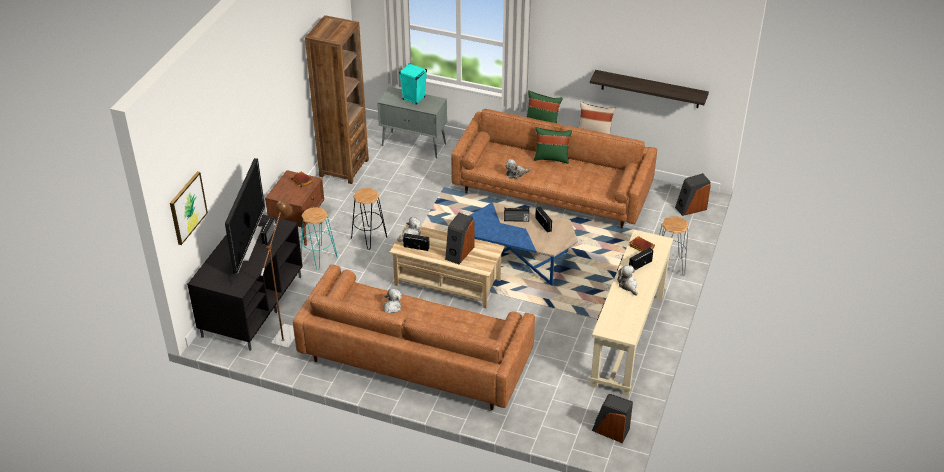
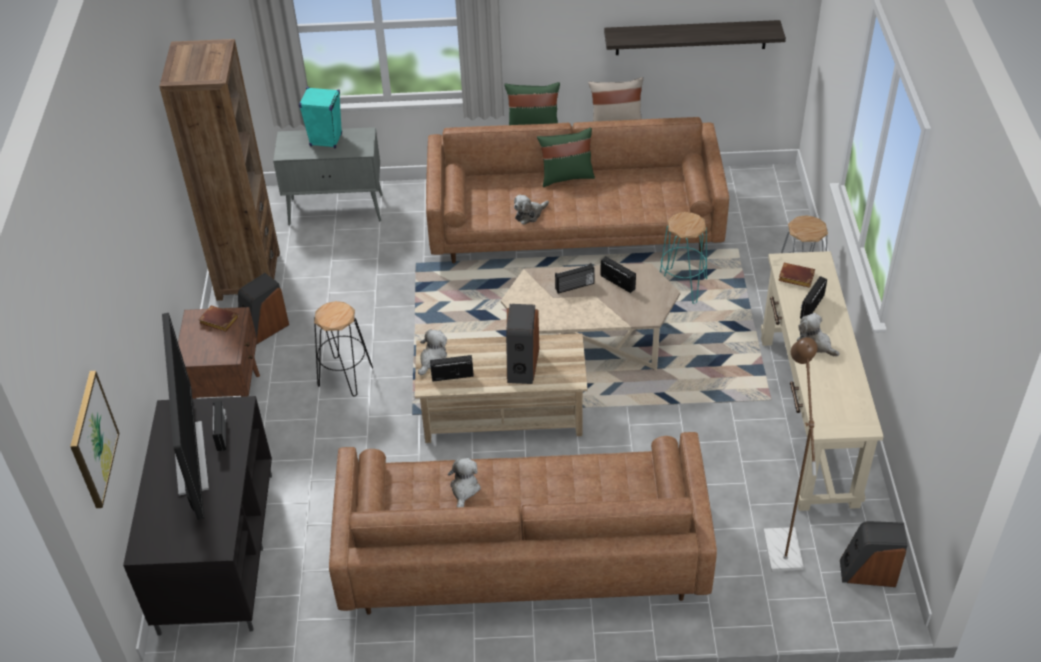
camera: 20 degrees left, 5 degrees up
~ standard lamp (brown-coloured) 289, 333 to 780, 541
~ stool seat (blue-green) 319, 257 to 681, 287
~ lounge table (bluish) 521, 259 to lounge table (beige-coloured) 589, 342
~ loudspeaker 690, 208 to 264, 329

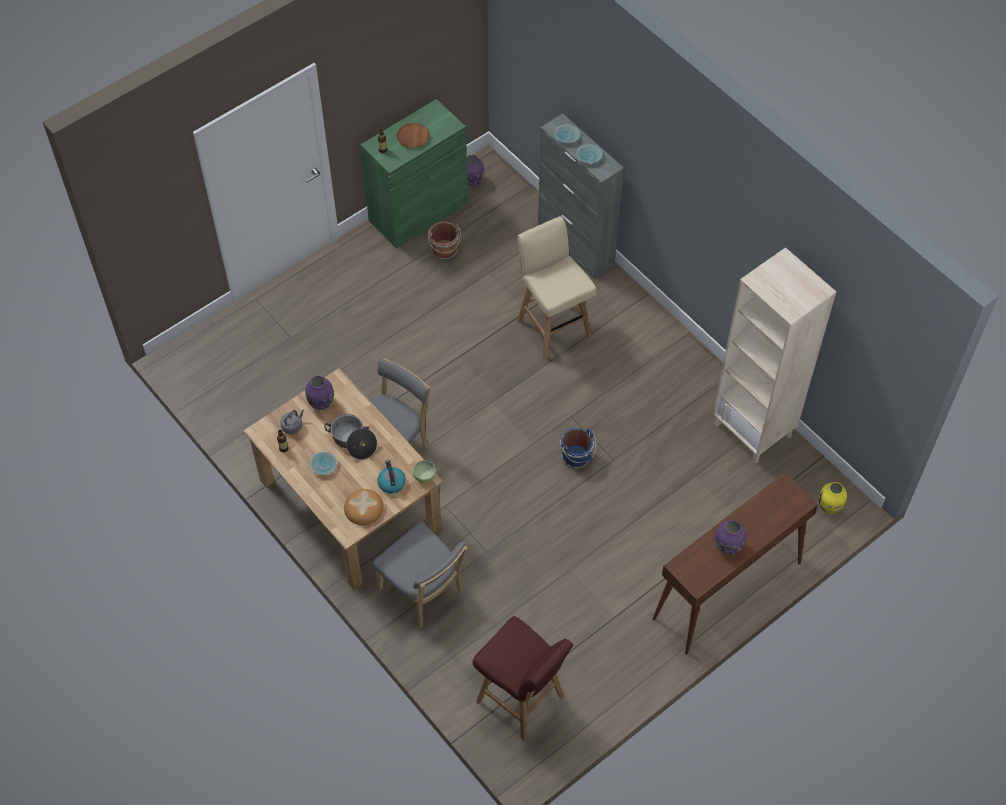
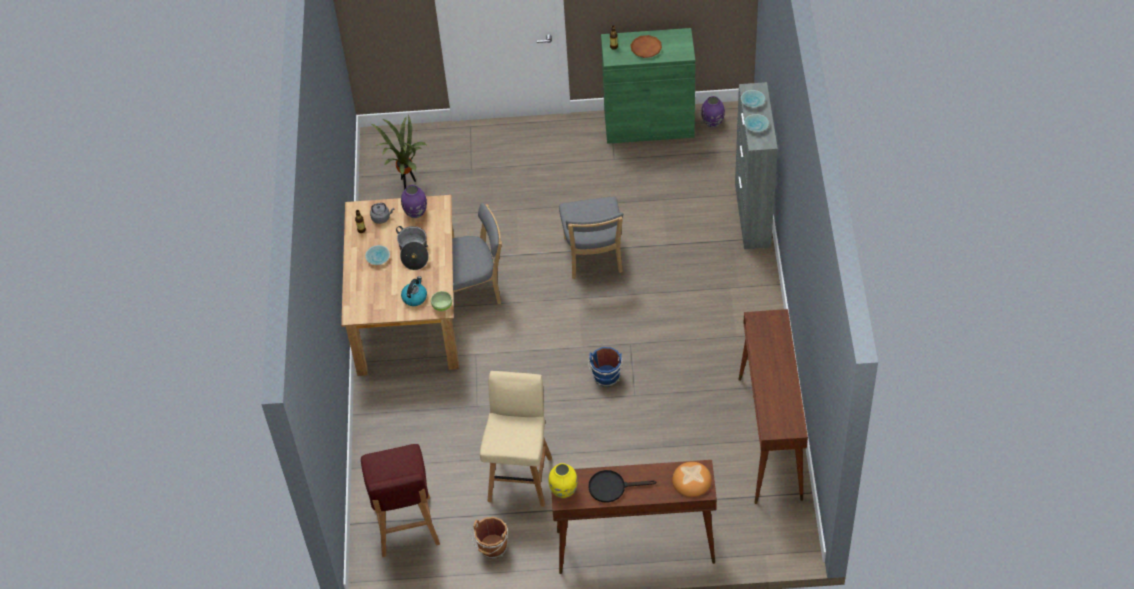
camera: 40 degrees right, 5 degrees down
~ bakery bread 363, 509 to 691, 481
~ upright chair (greyish) 423, 592 to 593, 258
~ water bucket (brown-coloured) 444, 251 to 492, 548
~ stool seat (beige-coloured) 553, 327 to 520, 477
~ bookshelf (beige-coloured) 753, 430 to console table (brown-coloured) 770, 438
~ vase (purplish) 727, 547 to skillet (black) 612, 487
~ vase (yellow-coloured) 829, 507 to 564, 491
+ plant in a pot 406, 183

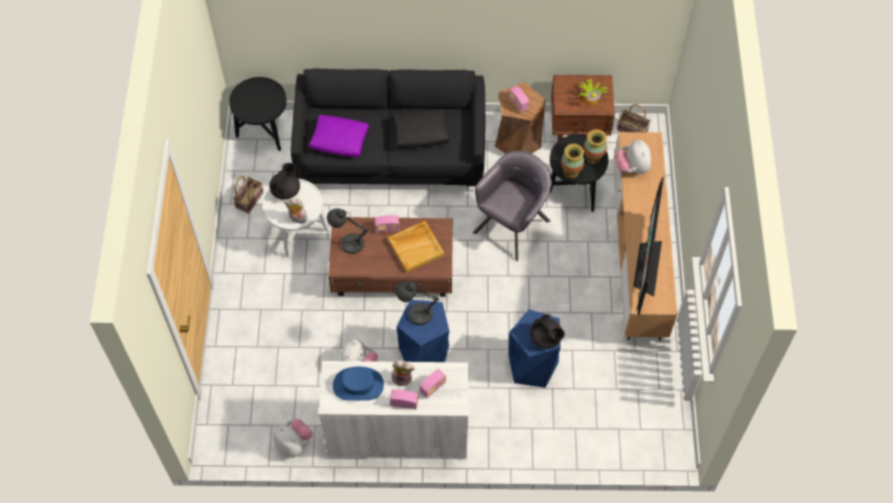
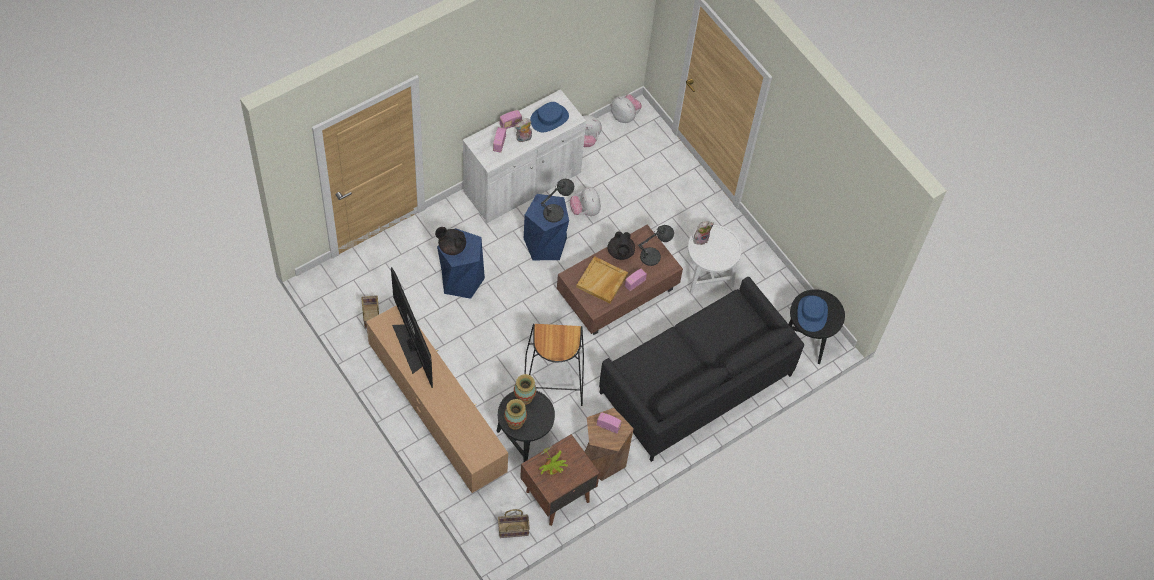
camera: 140 degrees right, 0 degrees up
~ household basket 249, 199 to 371, 316
~ pot for tea (black) 286, 190 to 620, 252
- pillow (purplish) 340, 141
- pillow (black) 421, 133
~ armchair (greyish) 512, 226 to stool seat (black) 552, 379
~ plush toy 632, 167 to 625, 116
+ wearable hat (bluish) 811, 313

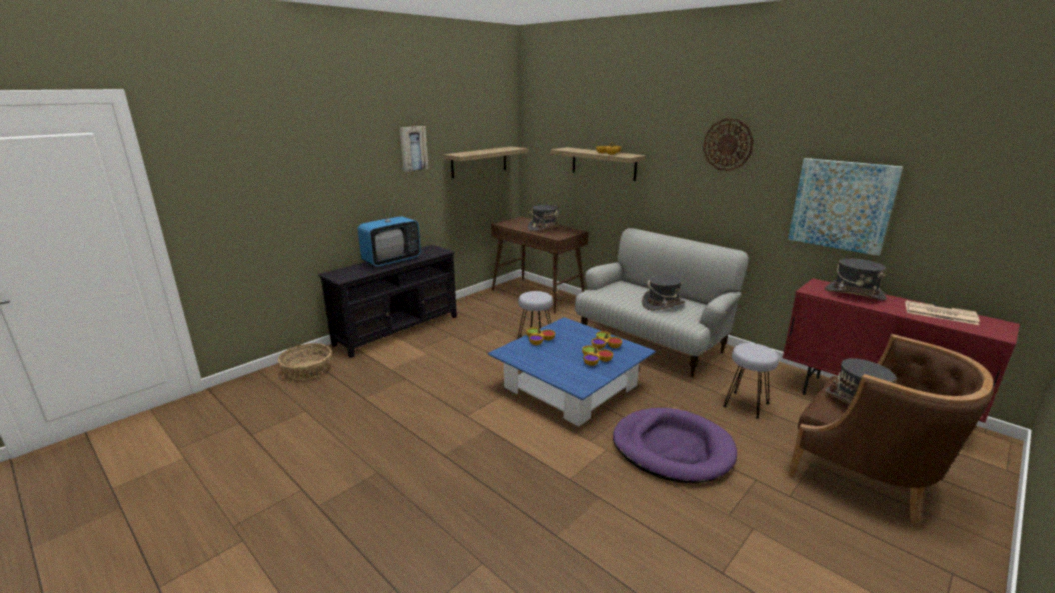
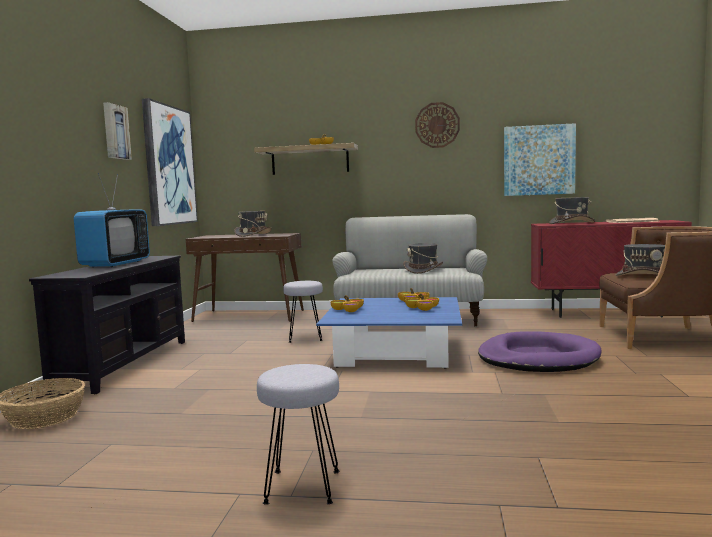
camera: 35 degrees left, 15 degrees down
~ wall shelf 479, 162 to wall picture 168, 165
~ stool seat (greyish) 746, 404 to 303, 486

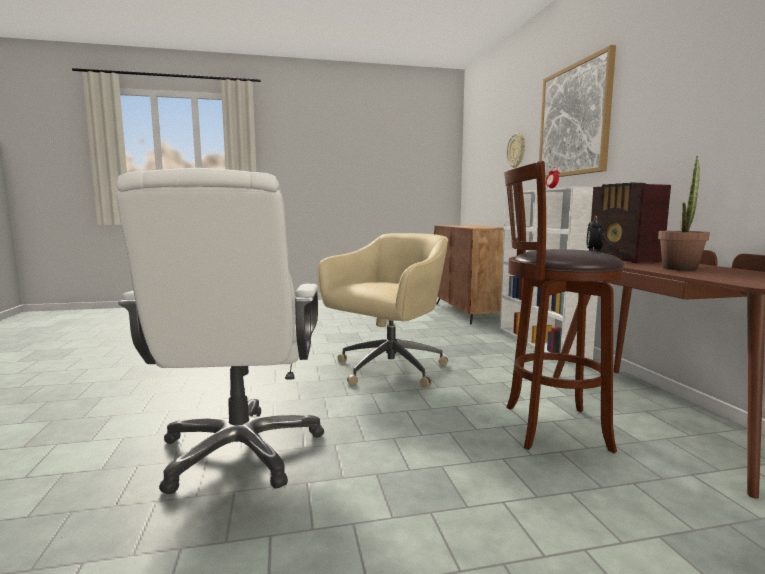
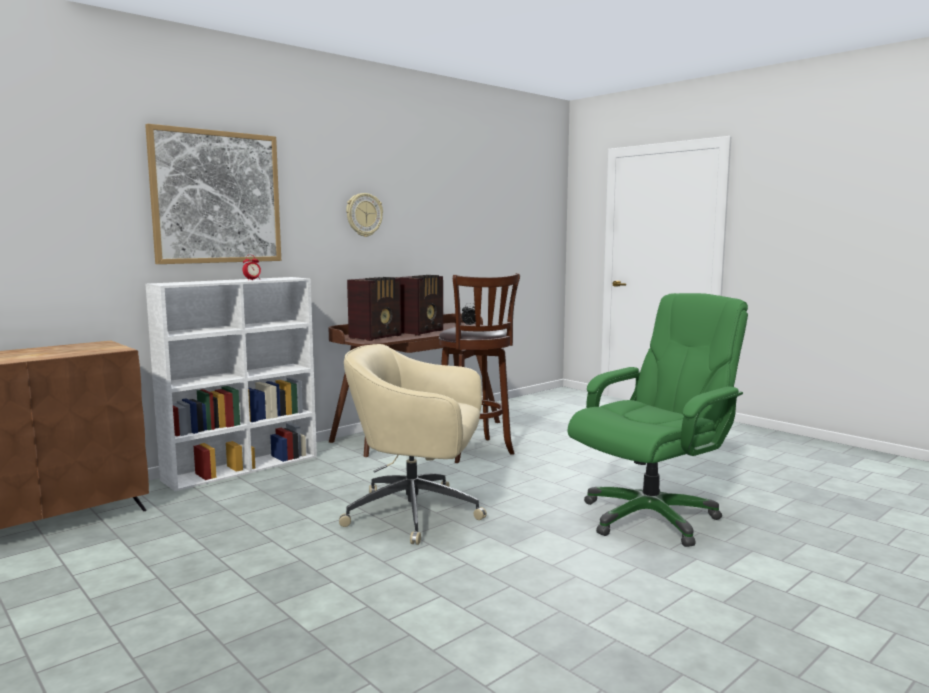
camera: 120 degrees left, 0 degrees up
~ computer chair (whitish) 240, 451 to computer chair (greenish) 650, 517
~ hanging clock 516, 150 to 364, 215
~ plant in a pot 680, 268 to radio set 421, 331

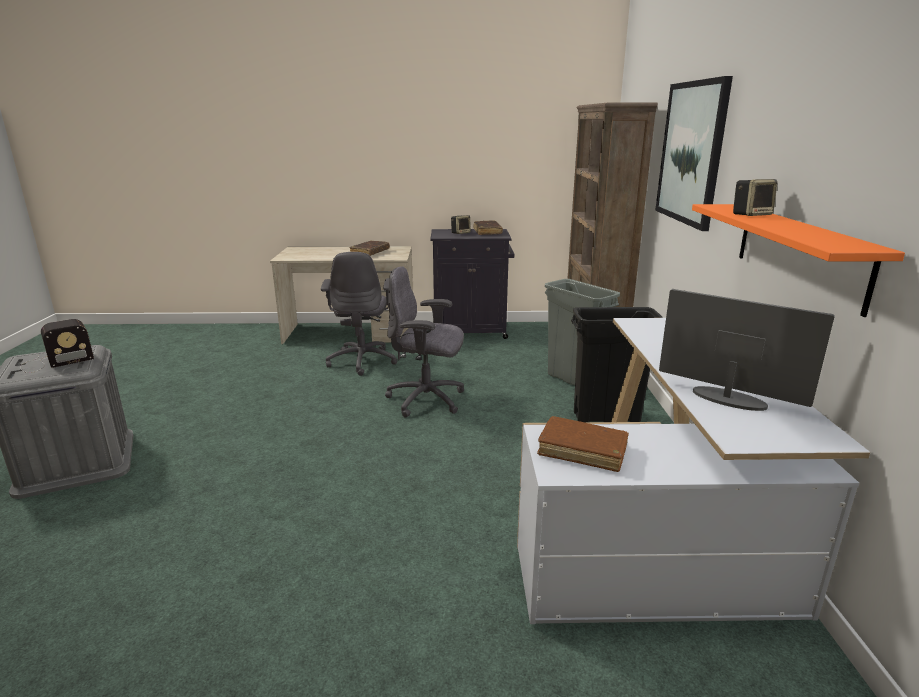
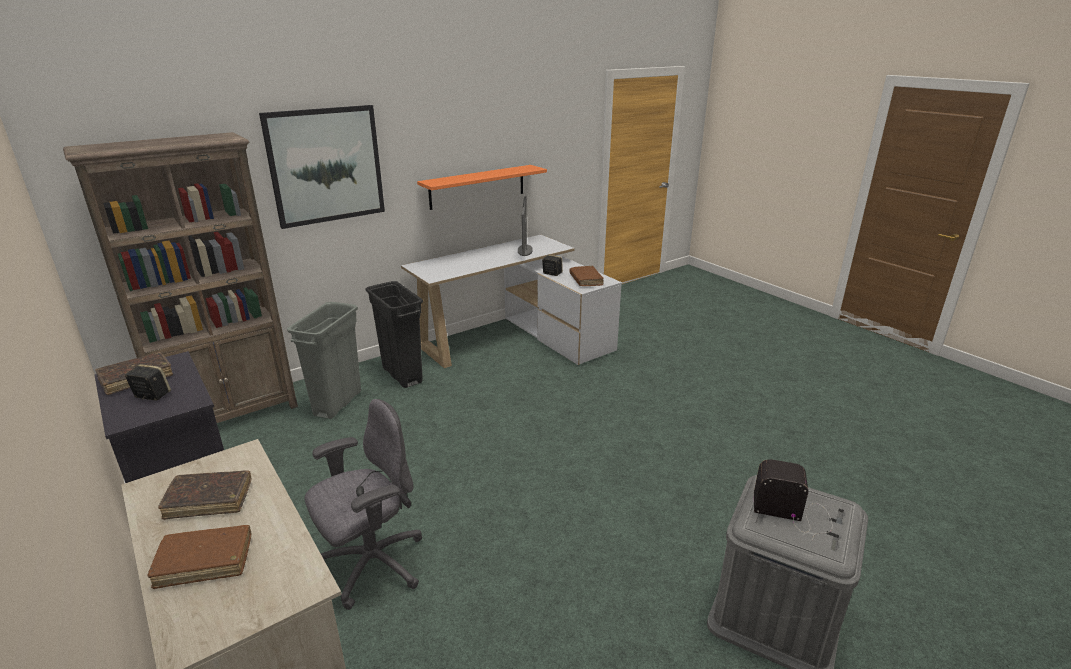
camera: 125 degrees left, 5 degrees up
- computer chair (greyish) 427, 400
~ loudspeaker 751, 215 to 551, 273
+ book (brown-coloured) 205, 562

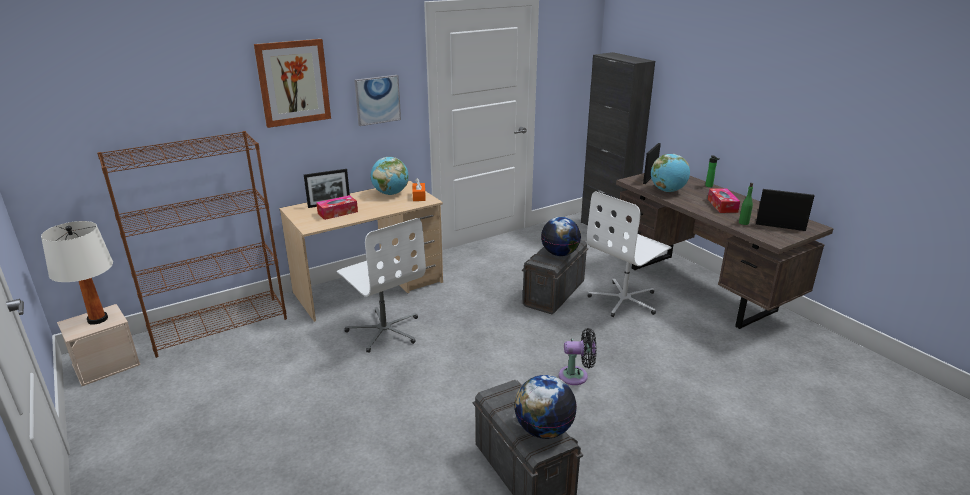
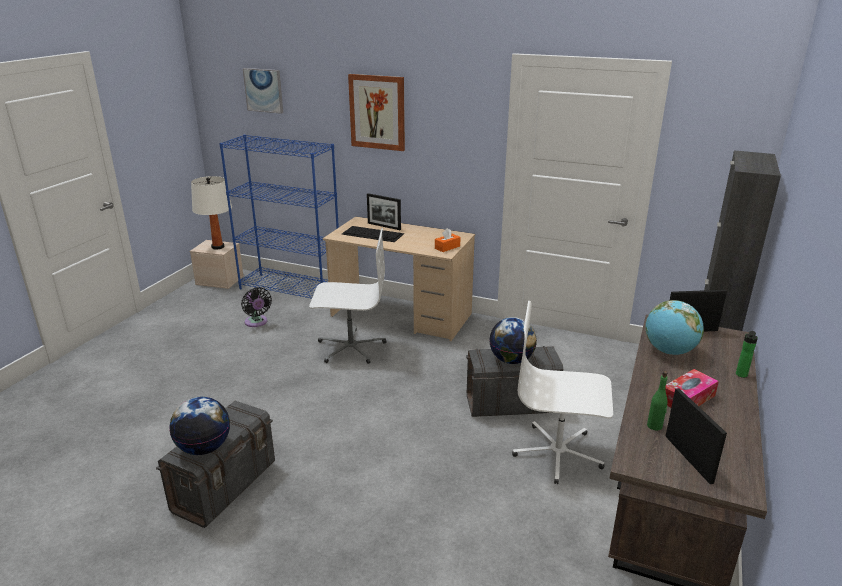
camera: 55 degrees right, 0 degrees up
~ bookshelf (brown-coloured) 220, 325 to bookshelf (bluish) 291, 289
~ tissue holder 337, 212 to keyboard 373, 234
~ computer chair (whitish) 384, 330 = 350, 347 105 degrees counterclockwise
~ wall picture 377, 100 to 263, 90
- world globe 390, 193
~ fan (black) 576, 376 to 257, 322

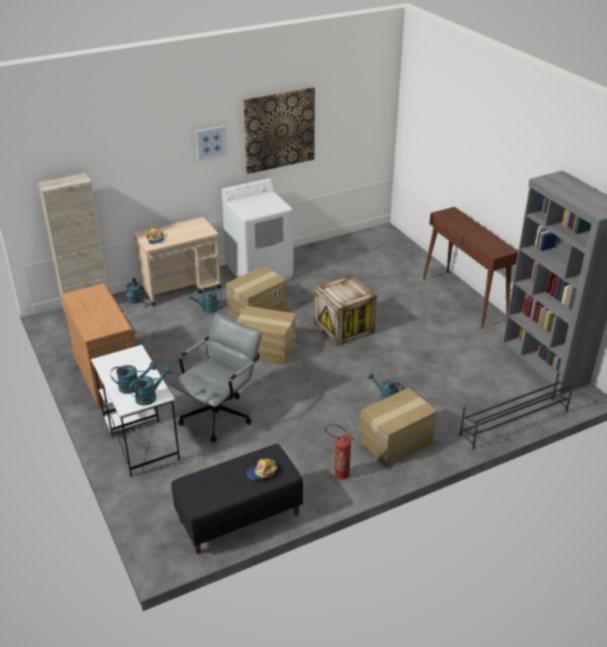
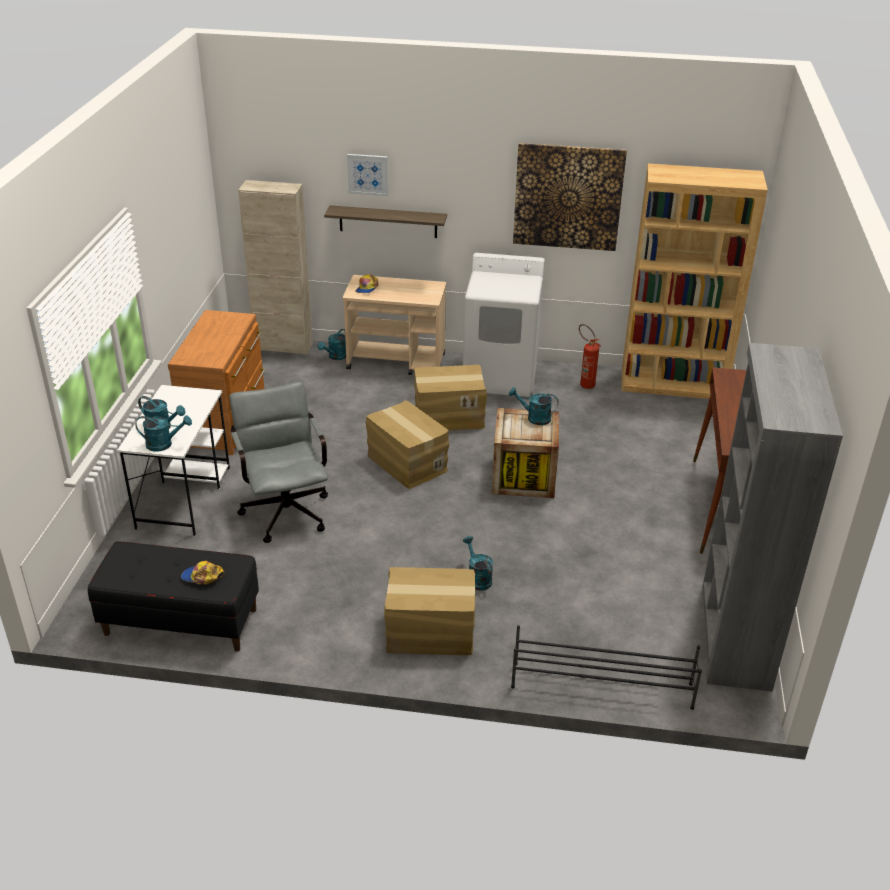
camera: 35 degrees right, 0 degrees up
~ computer chair (greyish) 220, 413 = 285, 508 90 degrees counterclockwise
~ watering pot (blue-green) 207, 309 to 534, 418
~ wall picture 211, 142 to 368, 174
~ fire extinguisher 338, 473 to 584, 383
+ wall shelf 388, 221
+ bookshelf (brown-coloured) 673, 384

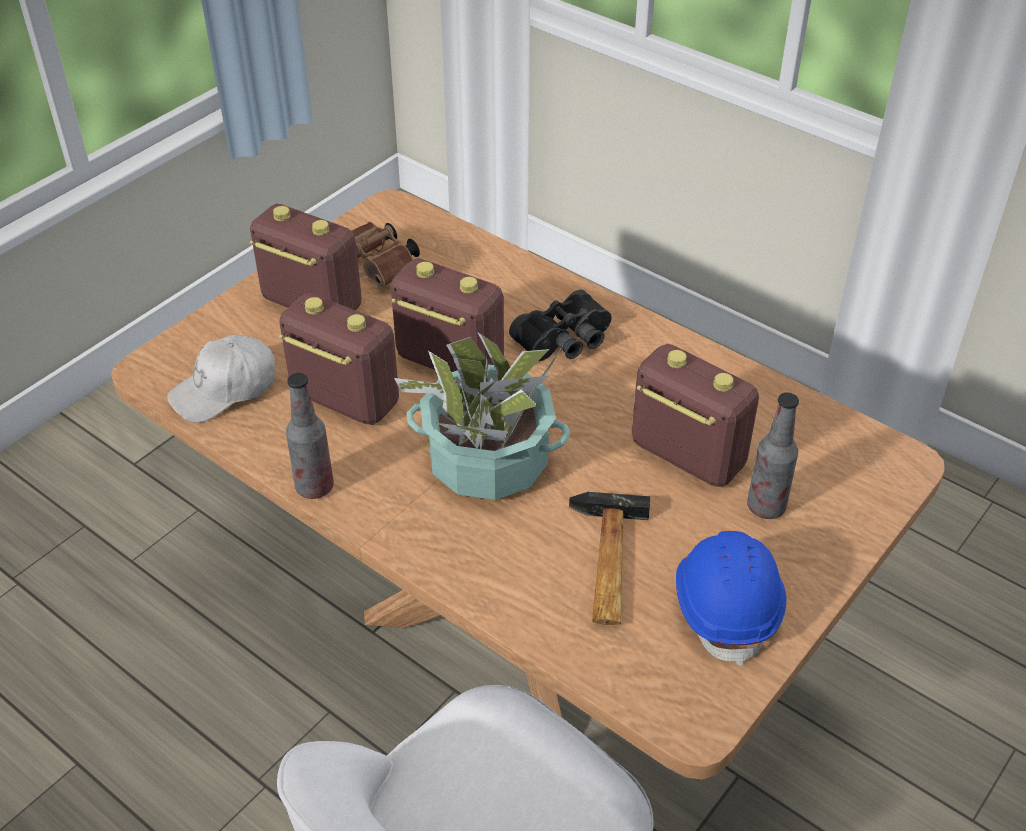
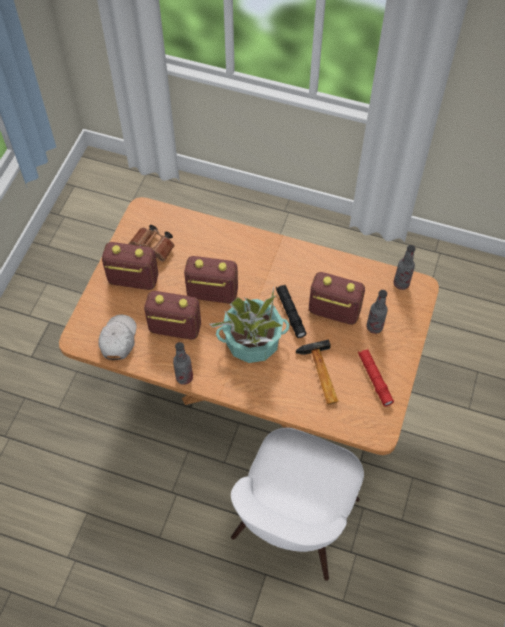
camera: 20 degrees left, 15 degrees up
~ baseball cap (whitish) 225, 390 = 118, 340 150 degrees clockwise
- binoculars (black) 566, 341
~ safety helmet (bluish) 726, 606 to torch (red) 374, 379
+ torch (black) 290, 313
+ beverage bottle 401, 283

